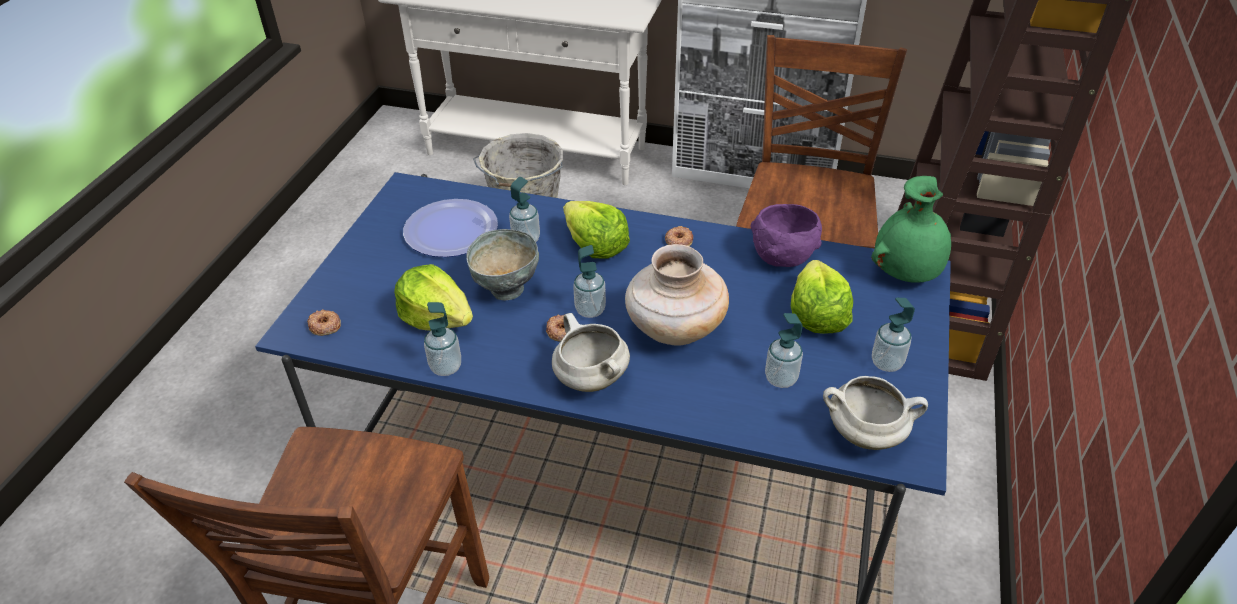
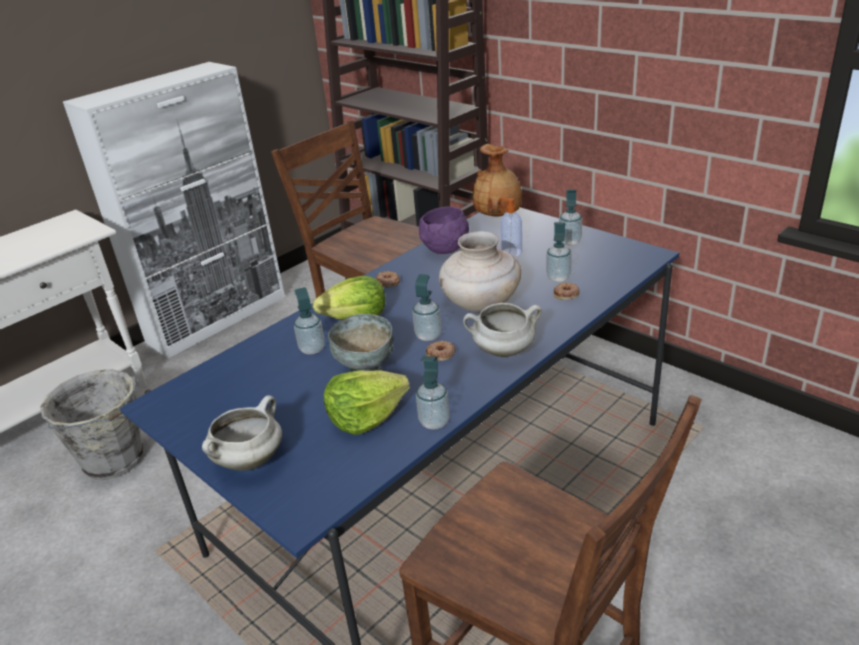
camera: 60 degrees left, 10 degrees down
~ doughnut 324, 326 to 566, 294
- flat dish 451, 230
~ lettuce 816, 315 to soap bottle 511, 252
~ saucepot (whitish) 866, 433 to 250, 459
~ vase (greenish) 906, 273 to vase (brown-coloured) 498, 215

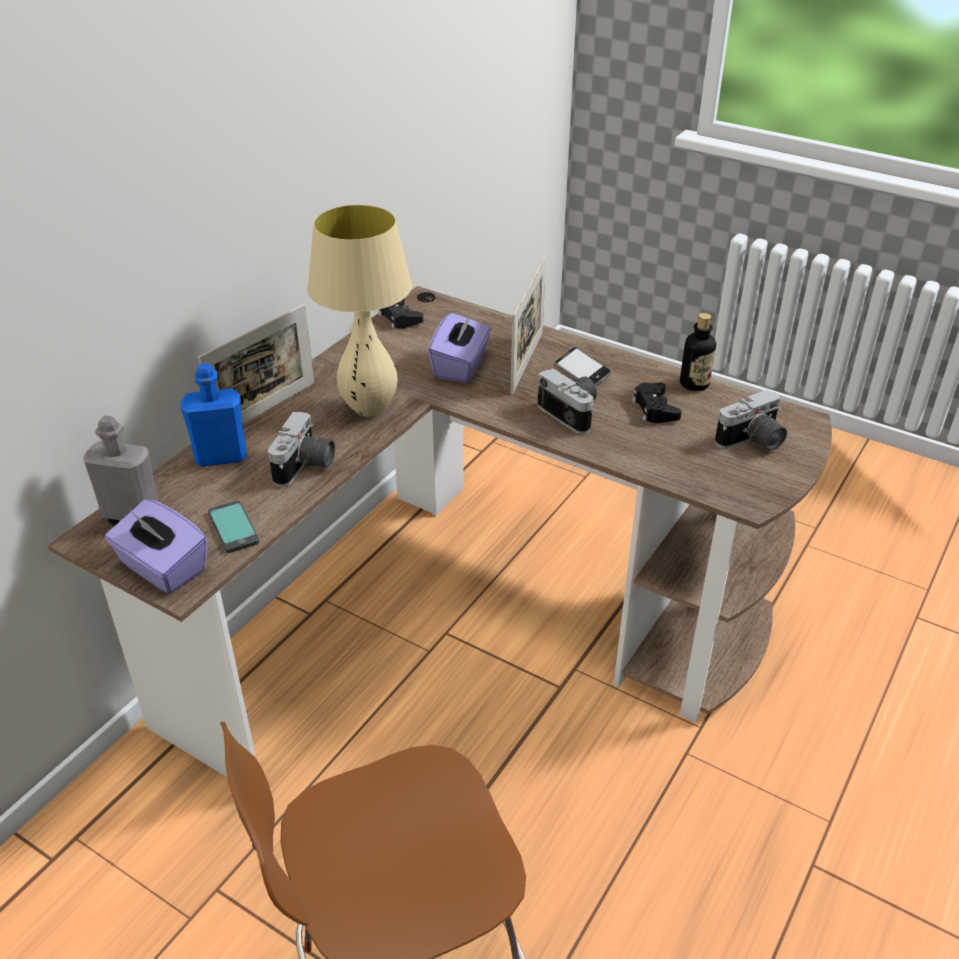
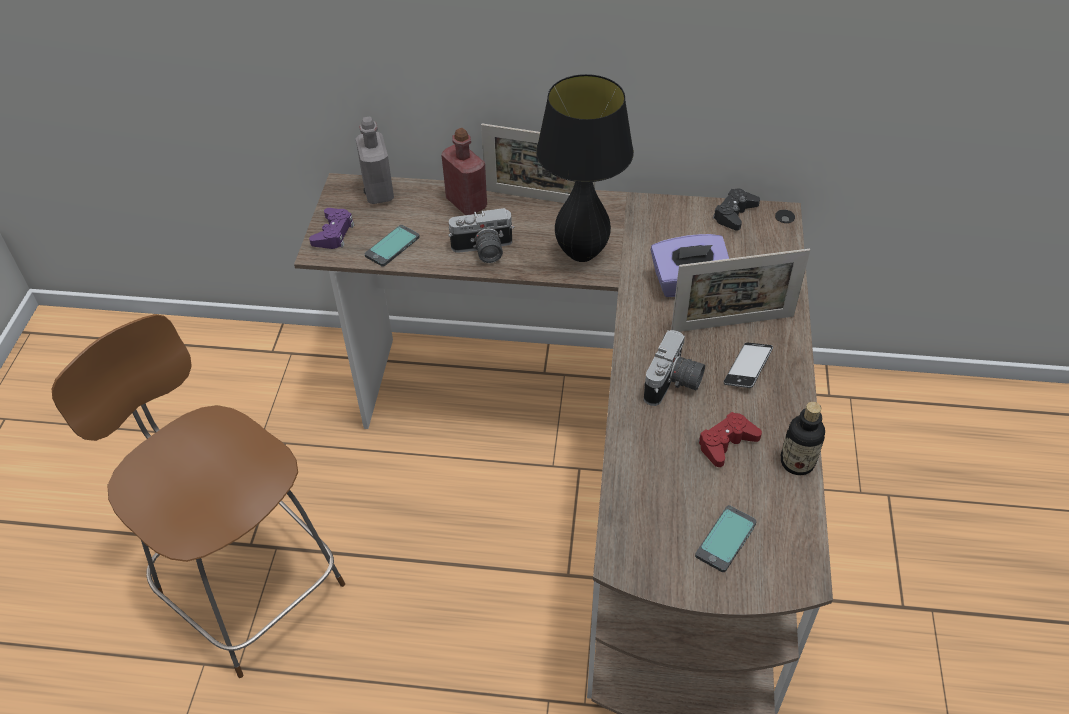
camera: 65 degrees right, 10 degrees up
~ tissue holder (purplish) 162, 568 to joypad (purplish) 333, 233
~ beverage bottle (bluish) 221, 457 to beverage bottle (red) 466, 203
~ table lamp (beige-coloured) 369, 409 to table lamp (black) 582, 253
~ joypad (black) 654, 409 to joypad (red) 726, 443
~ photo camera 752, 442 to telephone 726, 539

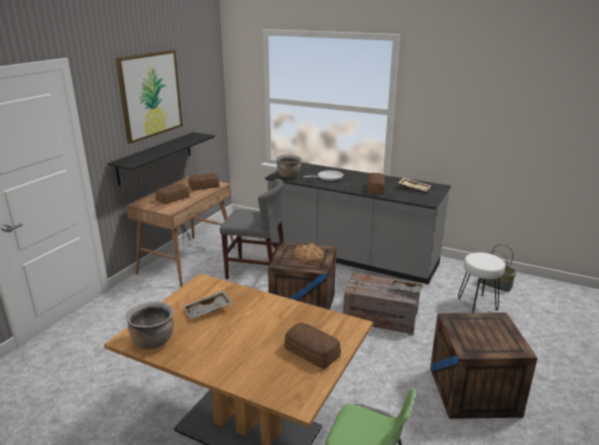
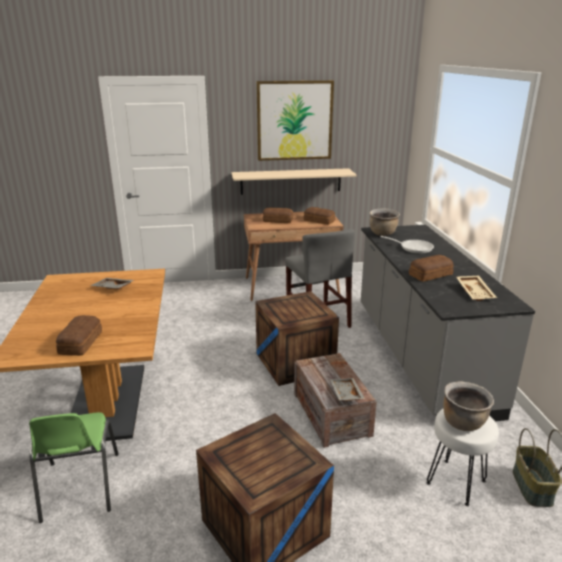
camera: 55 degrees right, 0 degrees up
~ wall shelf (black) 155, 157 to wall shelf (beige-coloured) 291, 181
~ saucepot (brown-coloured) 153, 341 to 463, 422
- bakery bread 309, 255

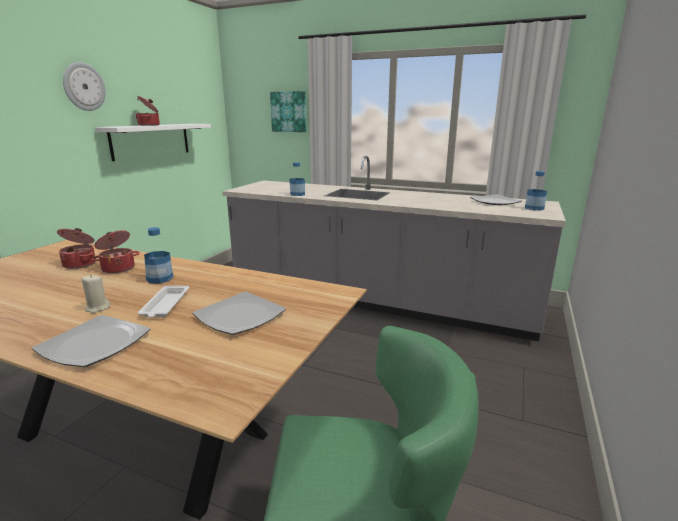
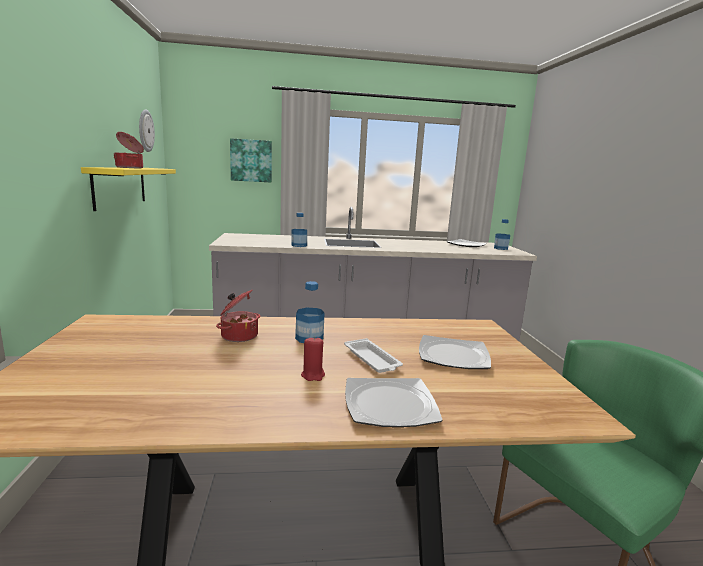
camera: 30 degrees left, 5 degrees down
- saucepot 80, 264
~ hanging clock 84, 87 to 145, 130
~ wax light (beige-coloured) 97, 308 to wax light (red) 313, 375
~ wall shelf (whitish) 151, 140 to wall shelf (yellow-coloured) 120, 186

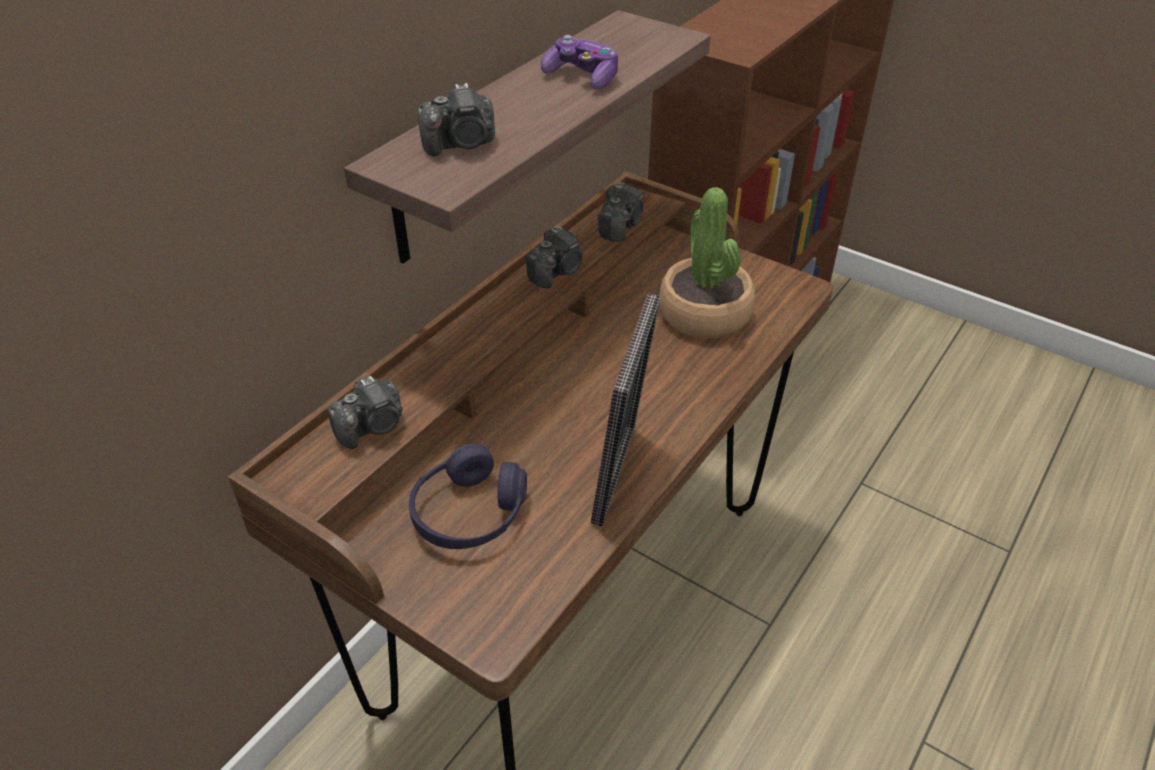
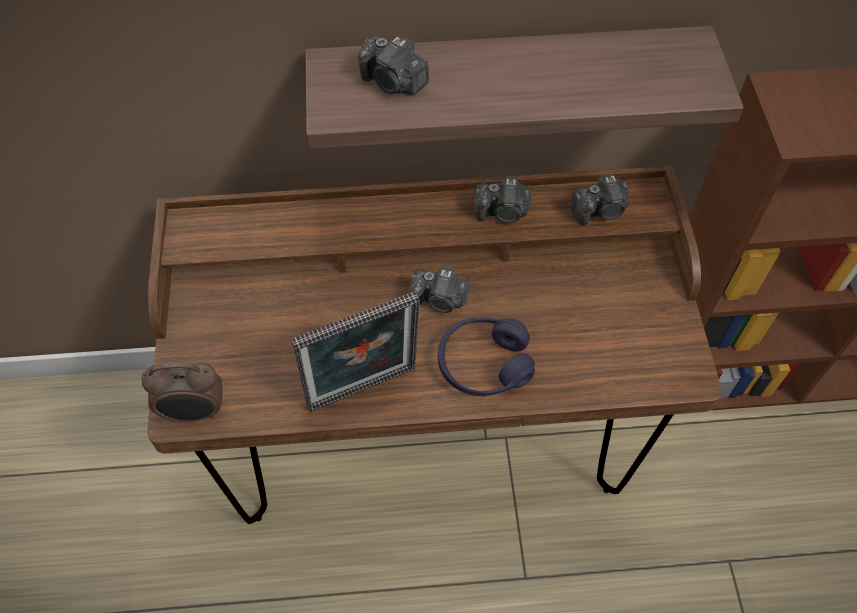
camera: 50 degrees right, 15 degrees up
~ photo camera 373, 426 to 440, 300
~ pair of headphones (purplish) 469, 513 to 484, 364
- joypad 582, 77
- plant in a pot 705, 313
+ alarm clock 195, 412

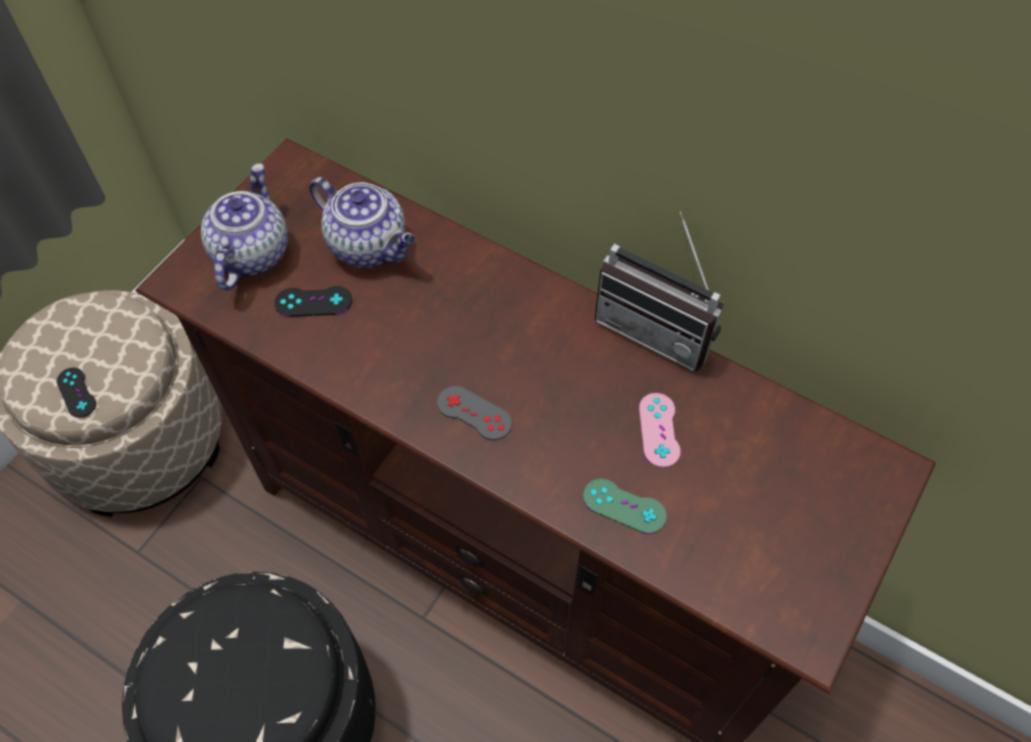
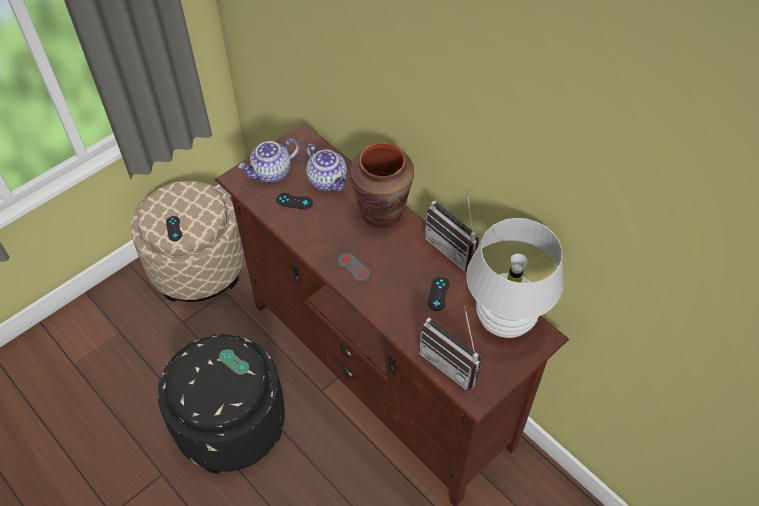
camera: 15 degrees right, 5 degrees down
~ pot for tea 250, 253 = 271, 173 150 degrees counterclockwise
~ joypad (greenish) 624, 506 to 234, 362
~ joypad (pink-coloured) 659, 430 to joypad (black) 438, 294
+ vase (brown-coloured) 381, 213
+ radio set 453, 362
+ table lamp (whitish) 505, 320

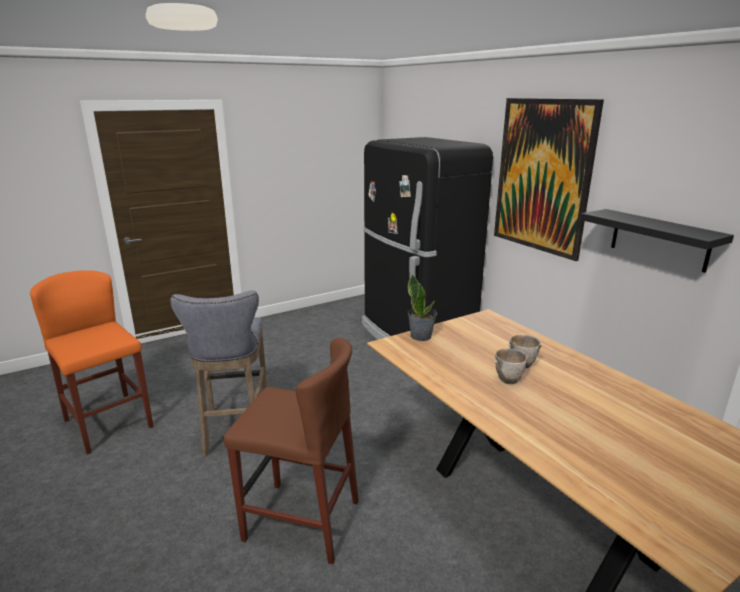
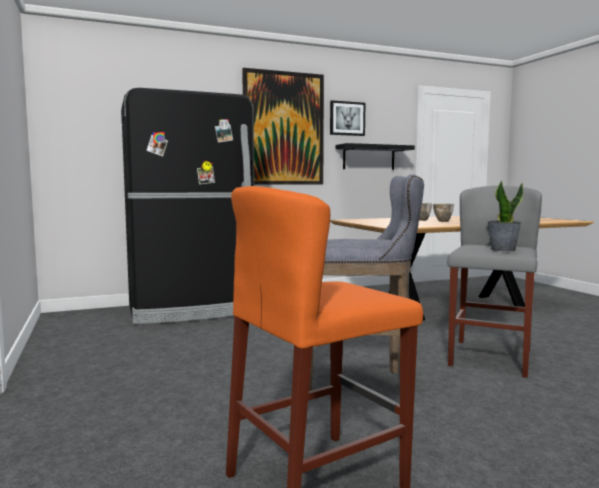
camera: 80 degrees left, 15 degrees down
~ stool seat (brown-coloured) 301, 520 to stool seat (greyish) 490, 358
~ plant in a pot 421, 336 to 502, 250
+ wall picture 347, 118

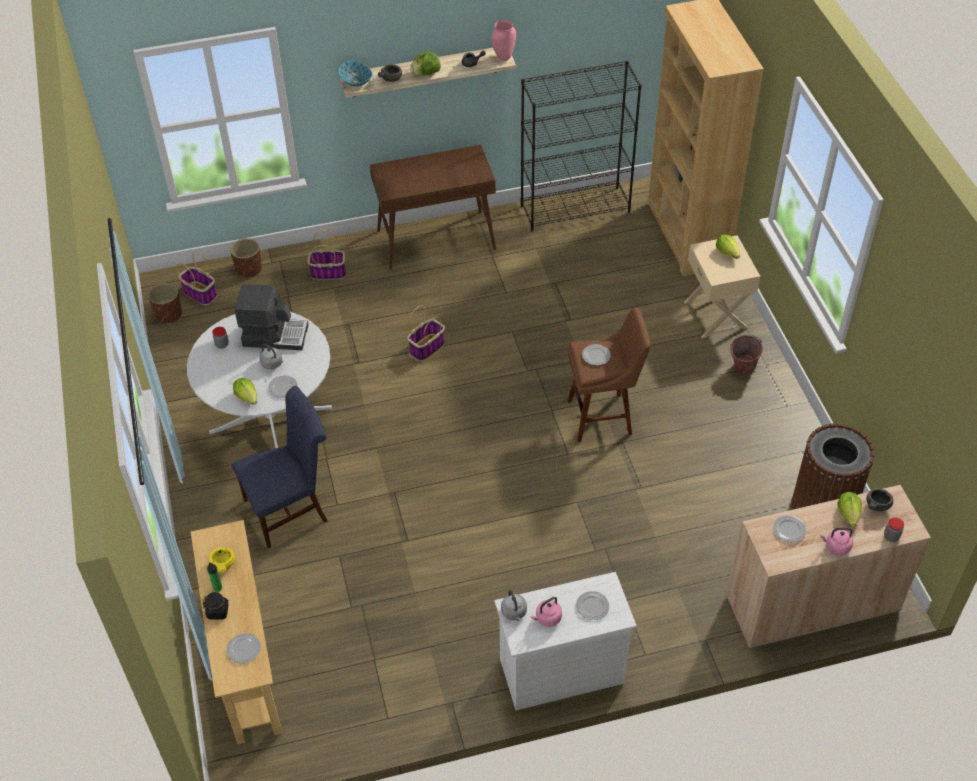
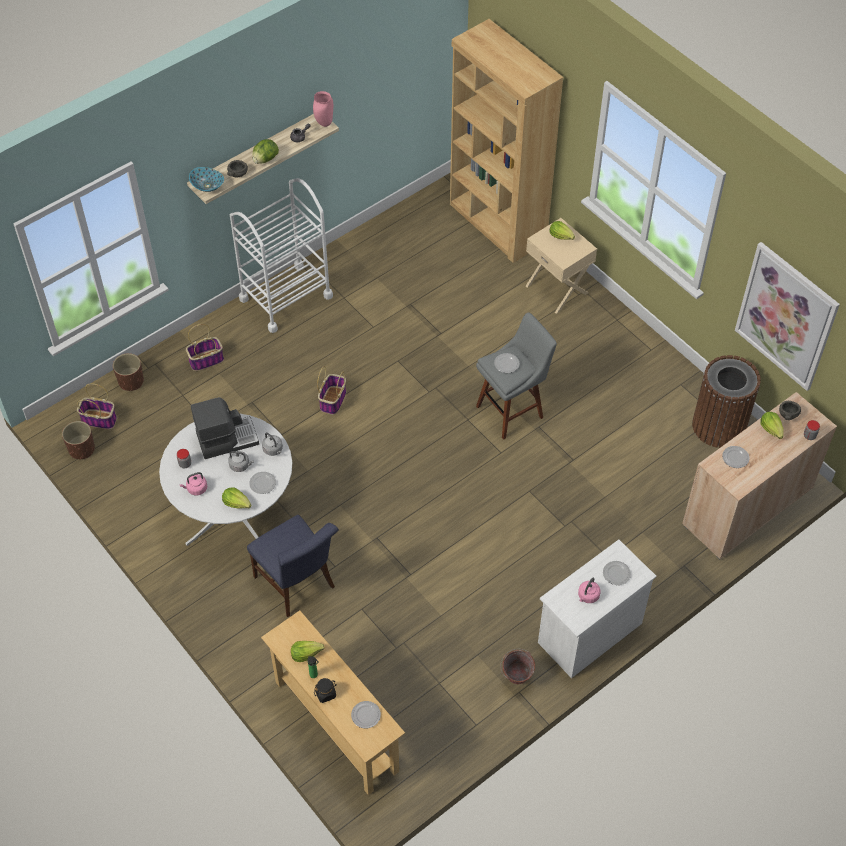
camera: 25 degrees left, 5 degrees up
~ deep dish (yellow-coloured) 223, 564 to lettuce 306, 653
~ upright chair (bluish) 291, 509 = 298, 584 105 degrees clockwise
~ console table (brown-coloured) 436, 240 to trolley (whitish) 286, 297
~ kettle (greyish) 514, 613 to 273, 450
- bookshelf (black) 575, 208
~ stool seat (brown-coloured) 603, 417 to stool seat (greyish) 512, 410
~ water bucket 741, 369 to 516, 679
~ kettle (pink-coloured) 836, 547 to 196, 489
+ wall picture 786, 316

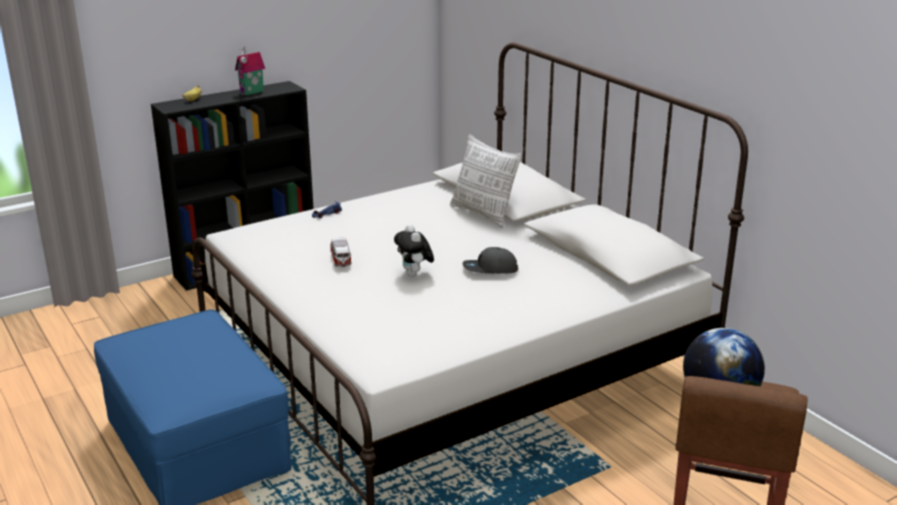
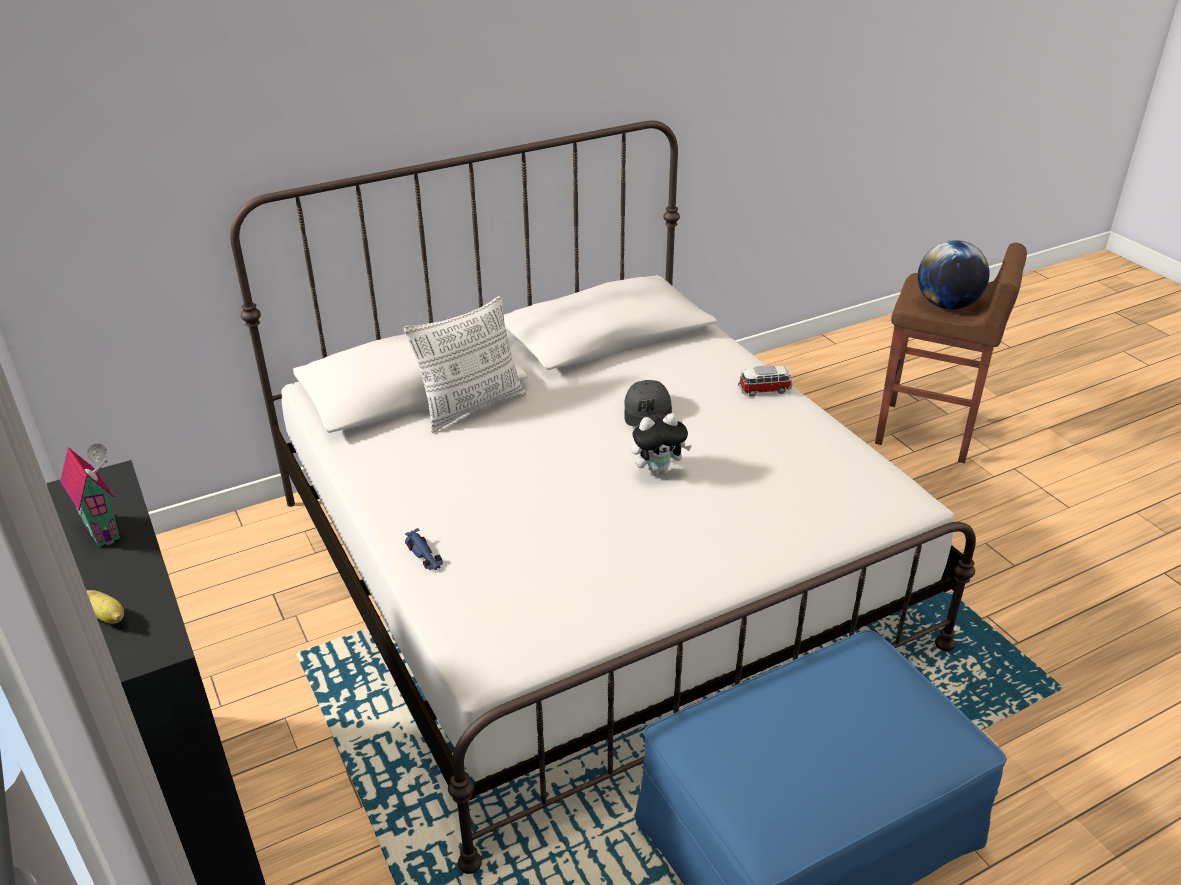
camera: 85 degrees left, 10 degrees up
~ toy car 341, 260 to 765, 390

